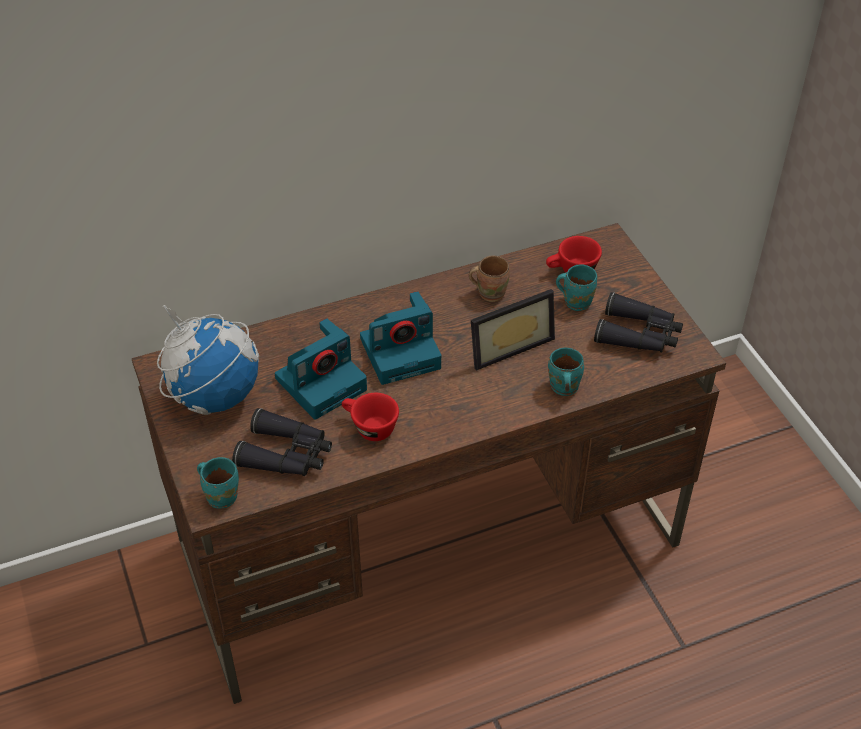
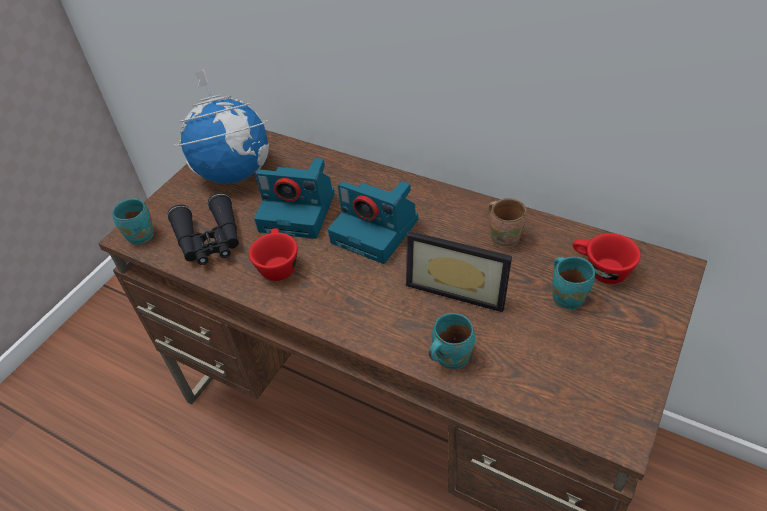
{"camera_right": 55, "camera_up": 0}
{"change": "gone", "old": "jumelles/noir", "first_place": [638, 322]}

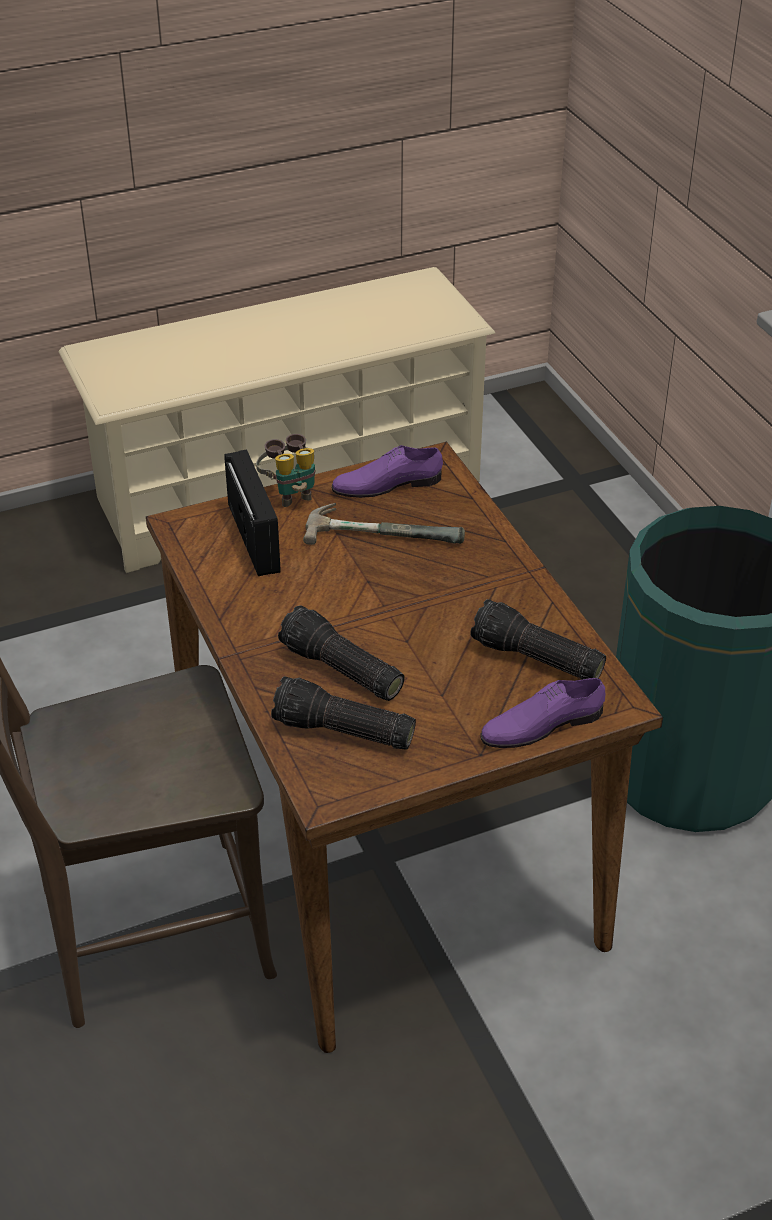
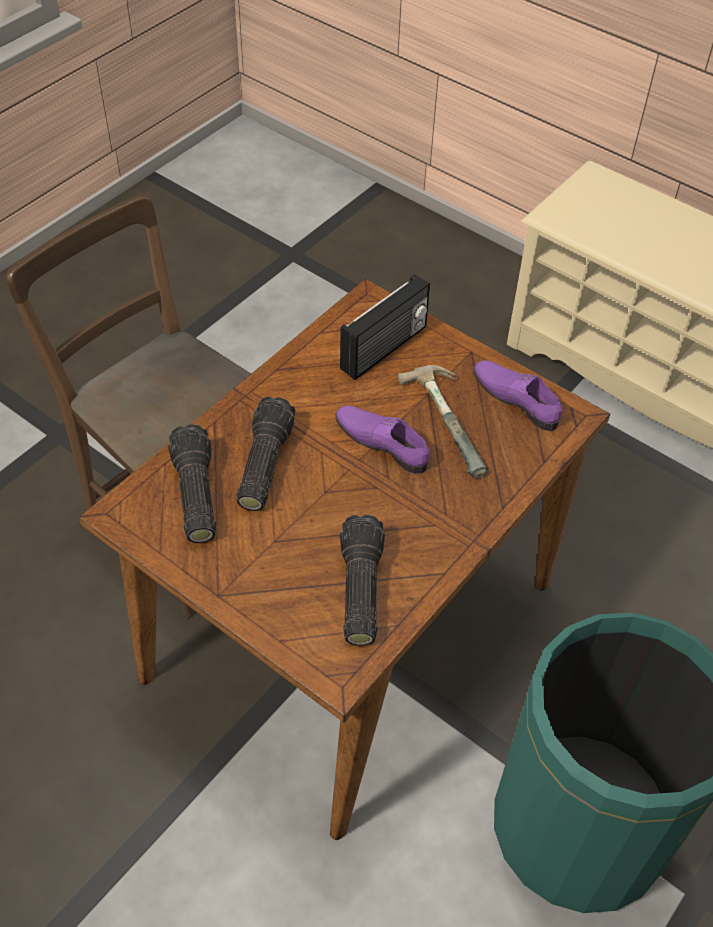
{"camera_right": 60, "camera_up": 10}
{"change": "shifted", "old": "chaussure/violet", "first_place": [542, 713], "second_place": [382, 440]}
{"change": "gone", "old": "jumelles", "first_place": [285, 470]}

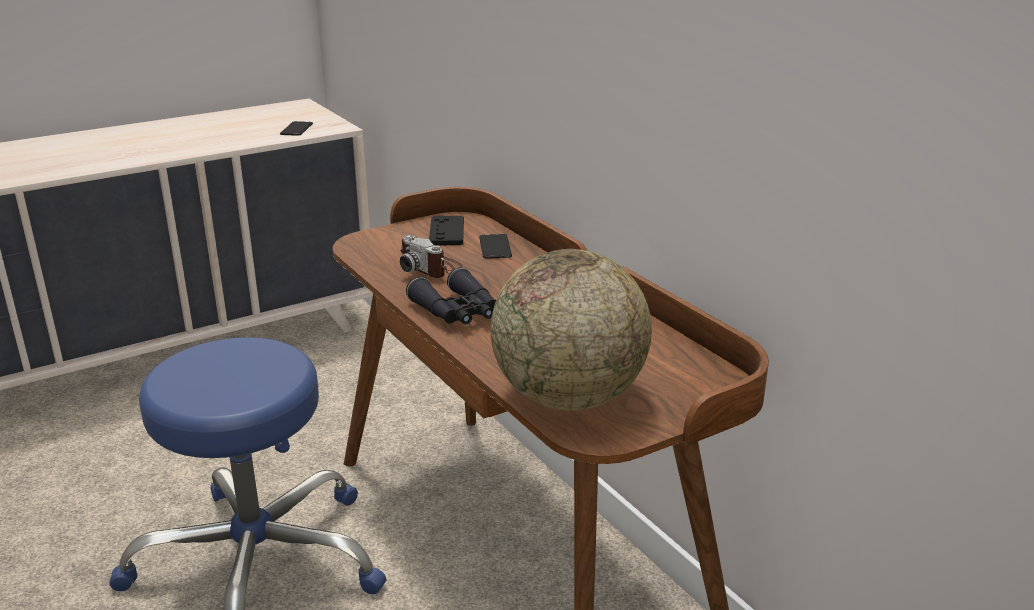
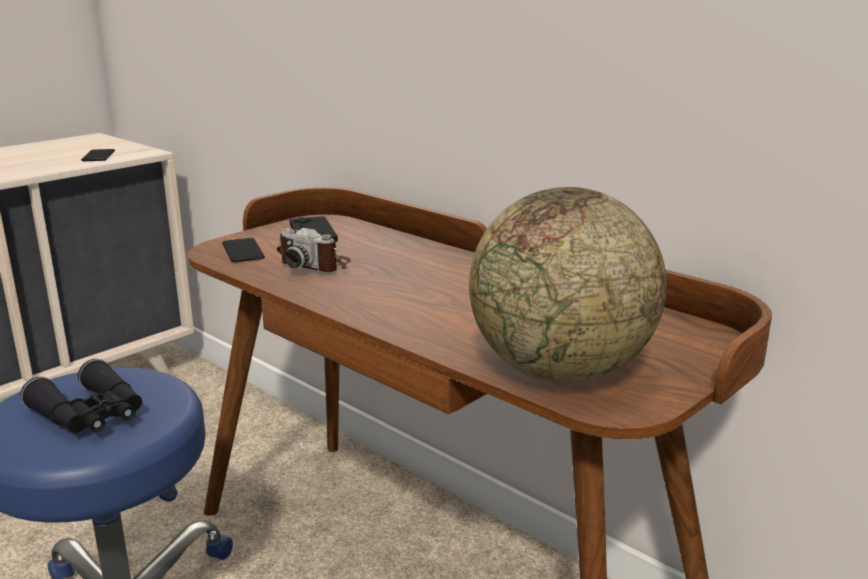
{"camera_right": -15, "camera_up": -5}
{"change": "shifted", "old": "jumelles/noir", "first_place": [451, 296], "second_place": [81, 396]}
{"change": "shifted", "old": "téléphone", "first_place": [495, 246], "second_place": [243, 250]}

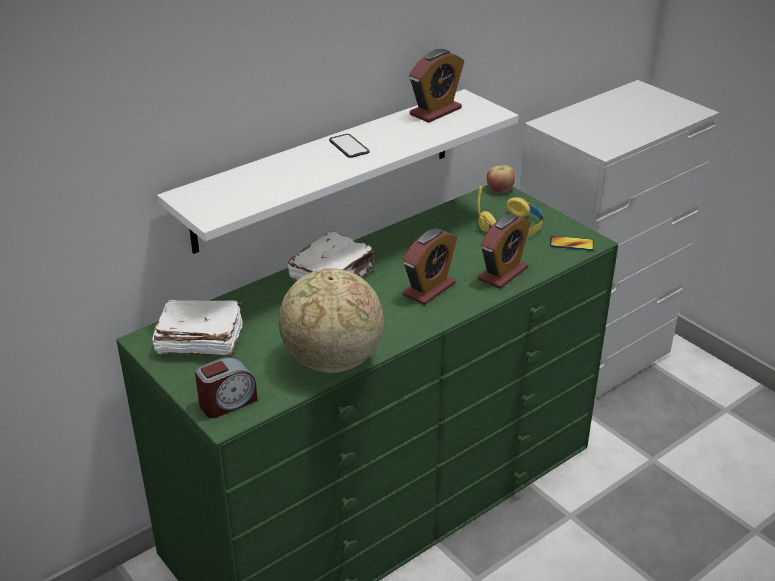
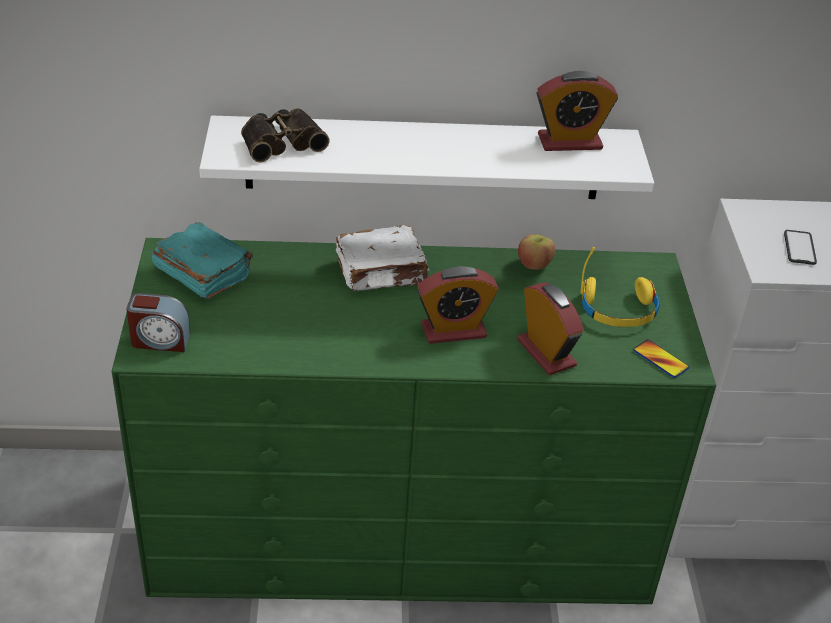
{"camera_right": 35, "camera_up": 5}
{"change": "repainted", "old": "livre/blanc", "new": "livre/turquoise", "first_place": [197, 328], "second_place": [202, 260]}
{"change": "new", "new": "jumelles", "second_place": [285, 135]}
{"change": "rotated", "old": "réveil", "first_place": [504, 251], "second_place": [550, 328], "degrees": -105}
{"change": "shifted", "old": "pomme", "first_place": [501, 179], "second_place": [536, 252]}
{"change": "shifted", "old": "téléphone", "first_place": [349, 146], "second_place": [800, 247]}
{"change": "gone", "old": "globe", "first_place": [331, 320]}

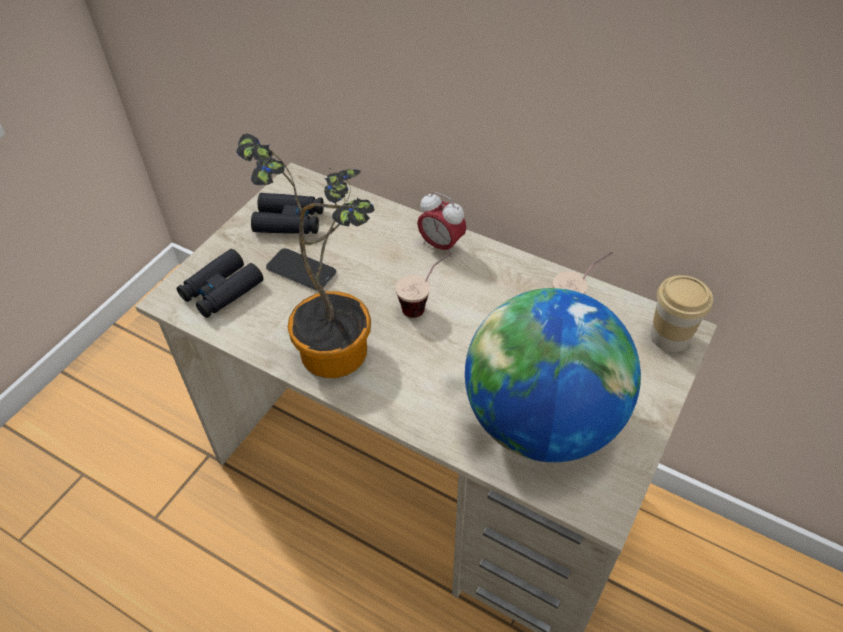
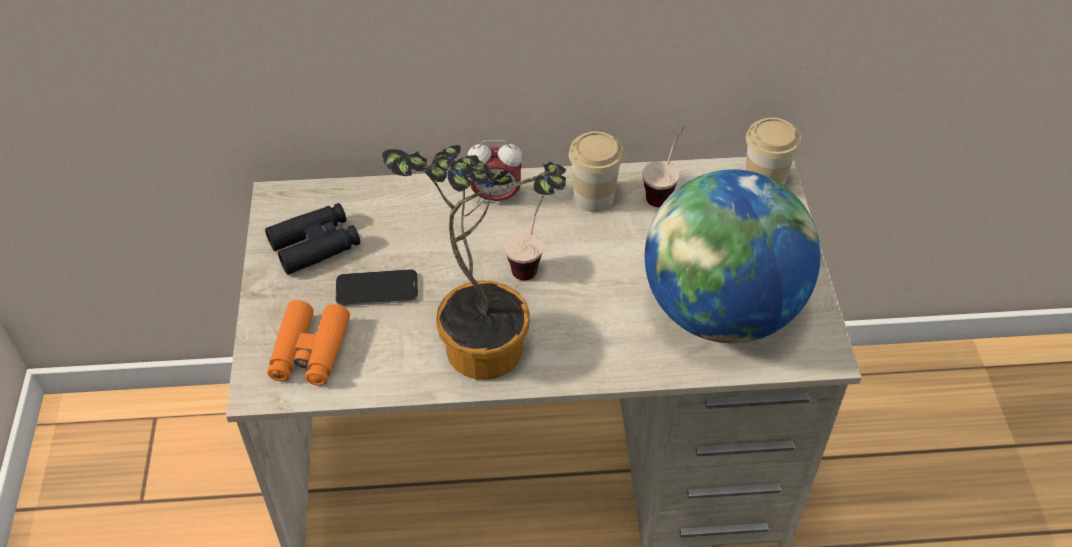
{"camera_right": -35, "camera_up": 0}
{"change": "repainted", "old": "jumelles/noir", "new": "jumelles/orange", "first_place": [220, 283], "second_place": [308, 343]}
{"change": "new", "new": "tasse", "second_place": [596, 171]}

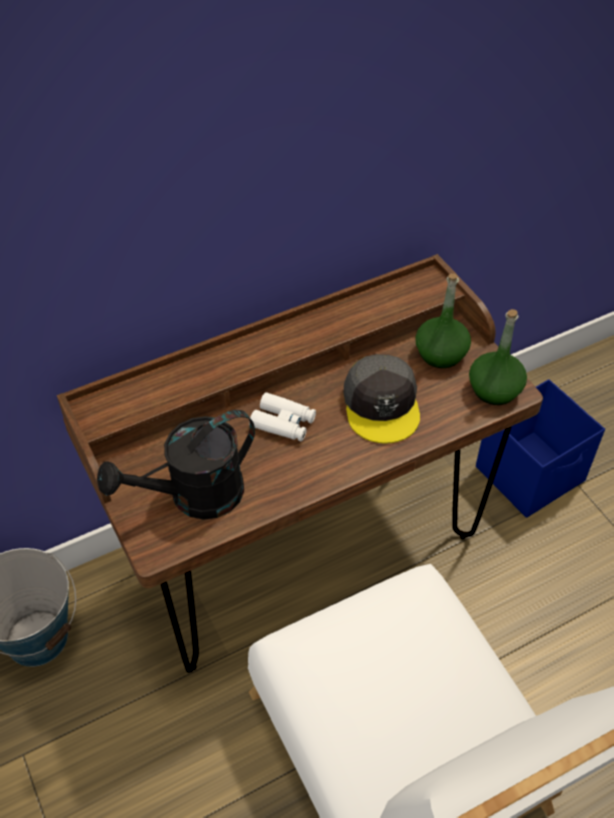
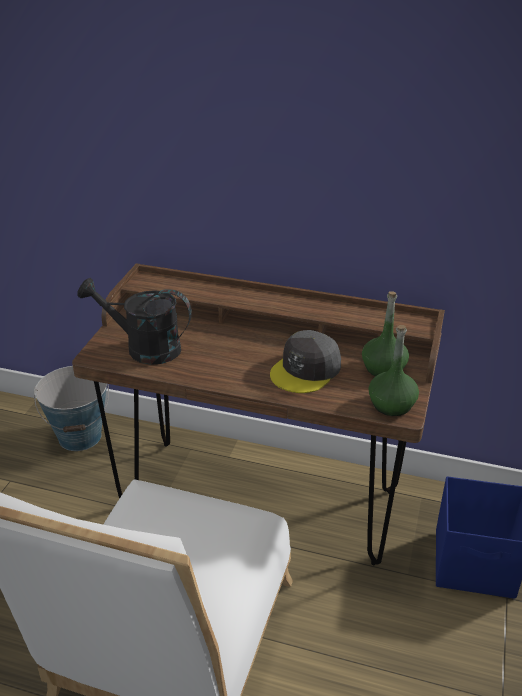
{"camera_right": 45, "camera_up": -15}
{"change": "gone", "old": "jumelles/blanc", "first_place": [282, 416]}

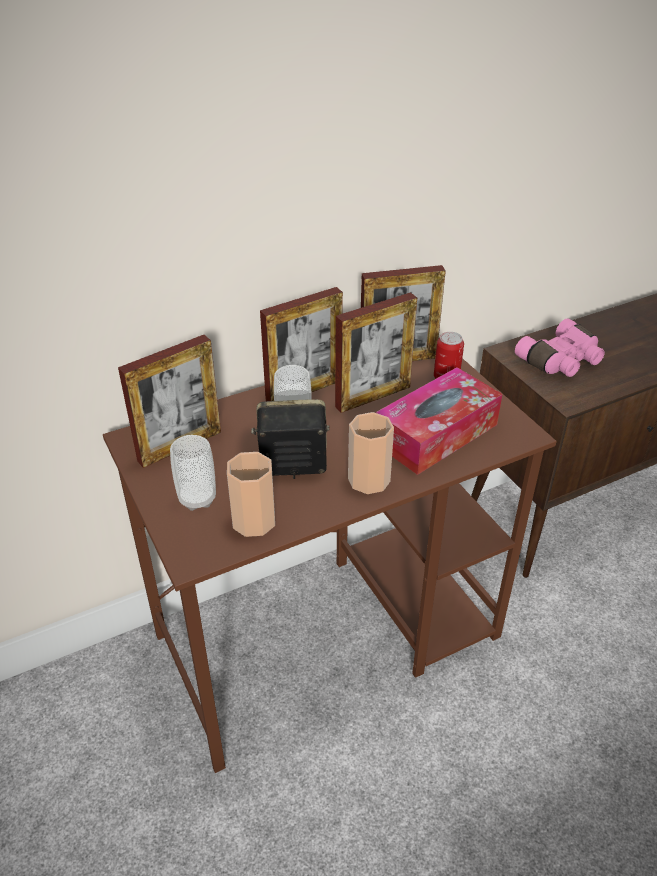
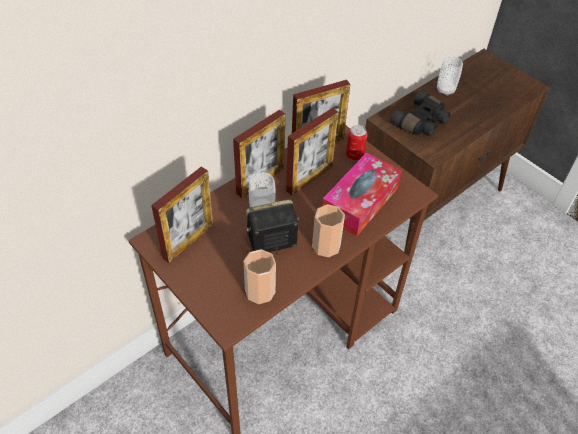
{"camera_right": -15, "camera_up": 10}
{"change": "repainted", "old": "jumelles/rose", "new": "jumelles/noir", "first_place": [560, 347], "second_place": [420, 113]}
{"change": "shifted", "old": "tasse", "first_place": [193, 473], "second_place": [450, 76]}

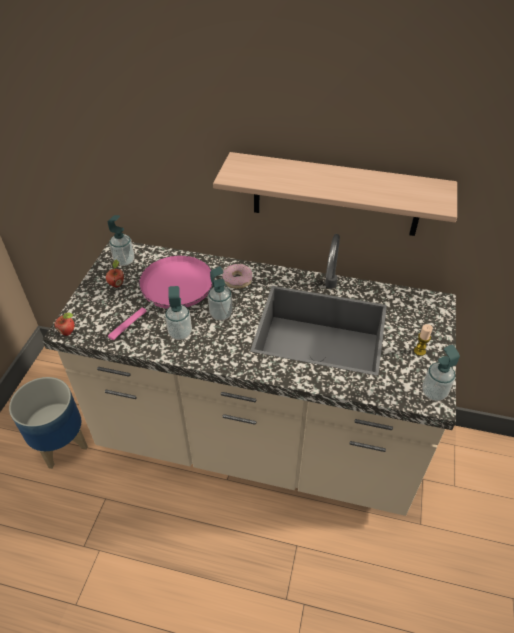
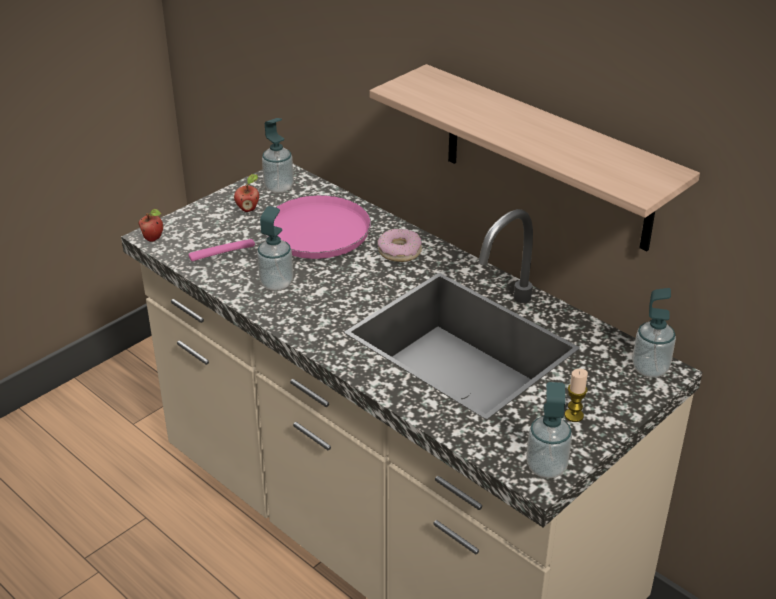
{"camera_right": 30, "camera_up": -10}
{"change": "shifted", "old": "distributeur de savon", "first_place": [220, 293], "second_place": [654, 333]}
{"change": "gone", "old": "cache-pot", "first_place": [48, 423]}

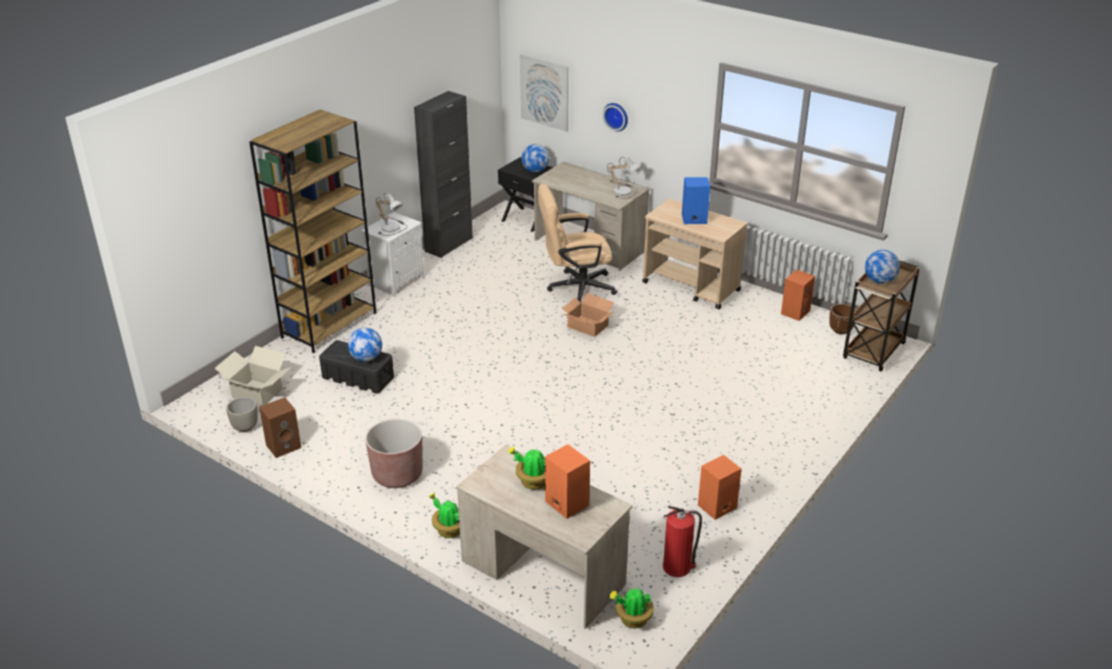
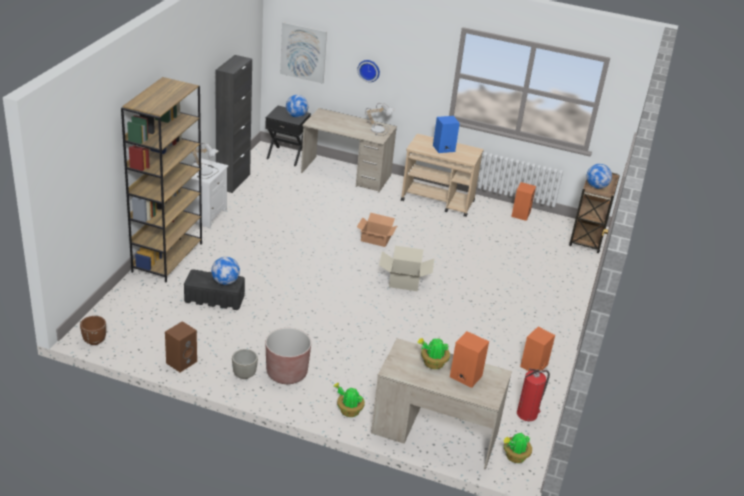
{"camera_right": -20, "camera_up": 0}
{"change": "shifted", "old": "cache-pot/marron", "first_place": [842, 319], "second_place": [93, 330]}
{"change": "shifted", "old": "cache-pot/gris", "first_place": [242, 414], "second_place": [245, 364]}
{"change": "shifted", "old": "carton", "first_place": [252, 376], "second_place": [406, 268]}
{"change": "gone", "old": "chaise de bureau/beige", "first_place": [577, 243]}

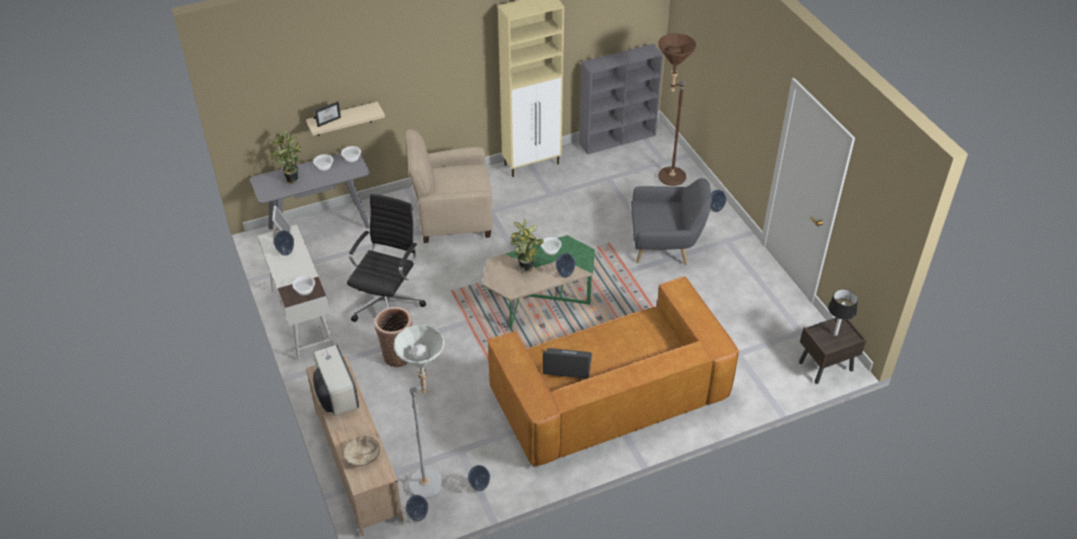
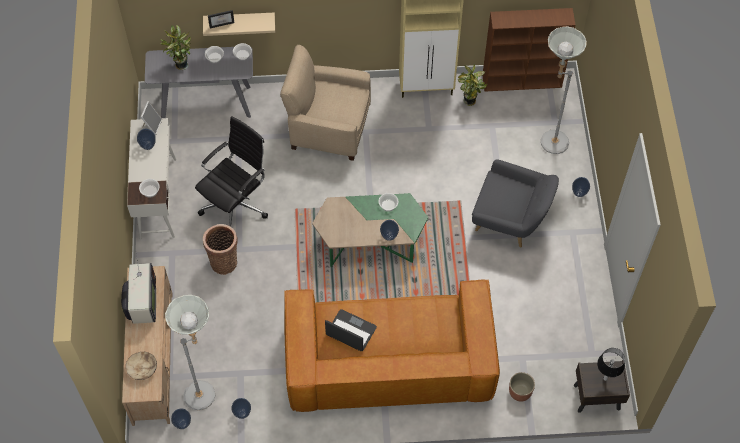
{"camera_right": 20, "camera_up": 15}
{"change": "shifted", "old": "plante en pot", "first_place": [527, 246], "second_place": [472, 85]}
{"change": "repainted", "old": "bibliothèque/gris", "new": "bibliothèque/marron", "first_place": [621, 99], "second_place": [529, 50]}
{"change": "new", "new": "cache-pot", "second_place": [522, 387]}
{"change": "repainted", "old": "lampadaire/marron", "new": "lampadaire/gris", "first_place": [677, 109], "second_place": [564, 90]}

